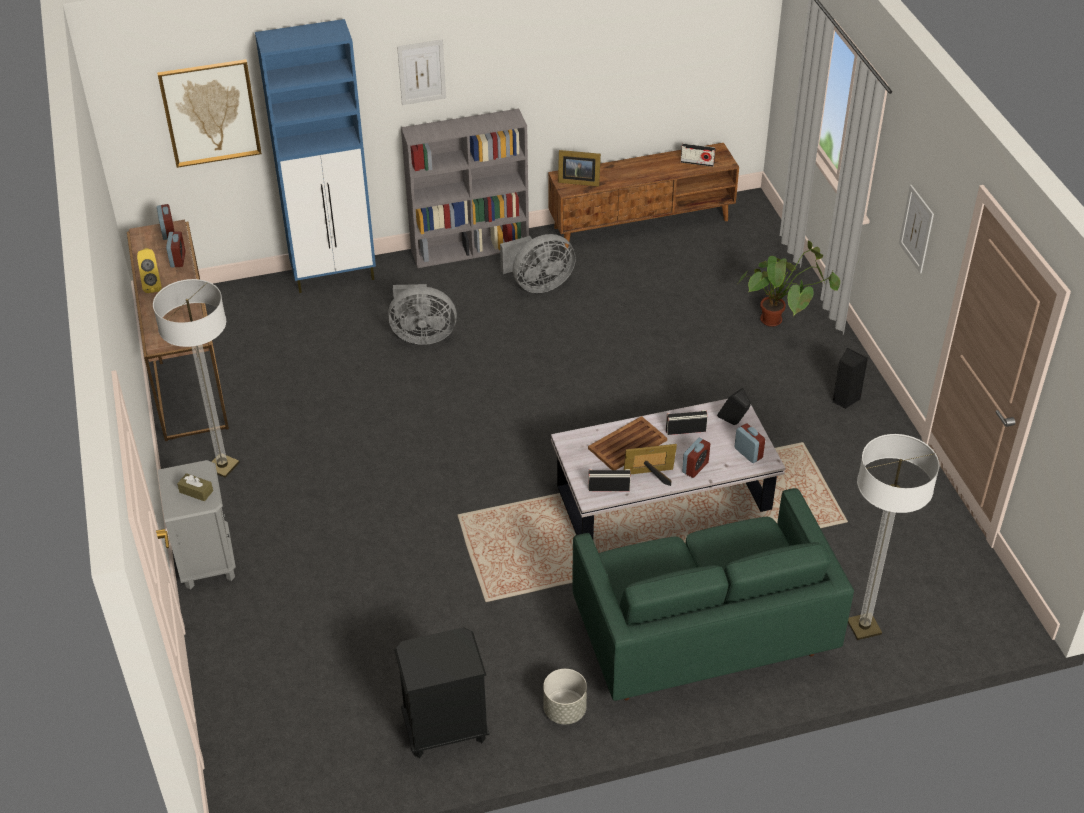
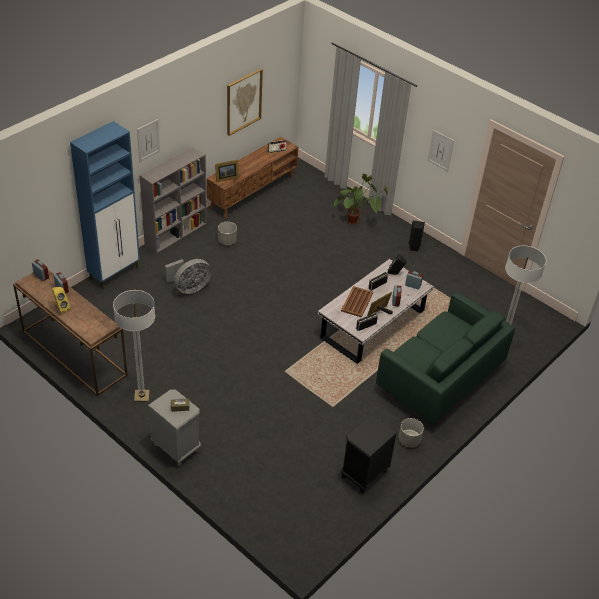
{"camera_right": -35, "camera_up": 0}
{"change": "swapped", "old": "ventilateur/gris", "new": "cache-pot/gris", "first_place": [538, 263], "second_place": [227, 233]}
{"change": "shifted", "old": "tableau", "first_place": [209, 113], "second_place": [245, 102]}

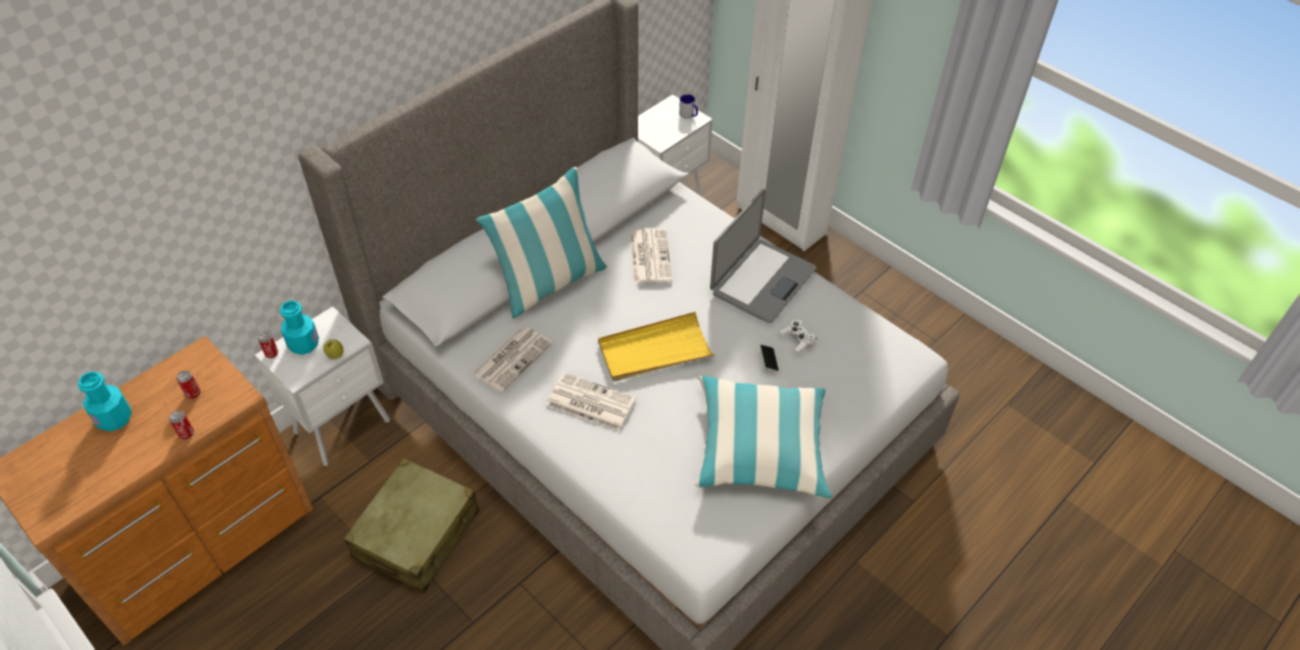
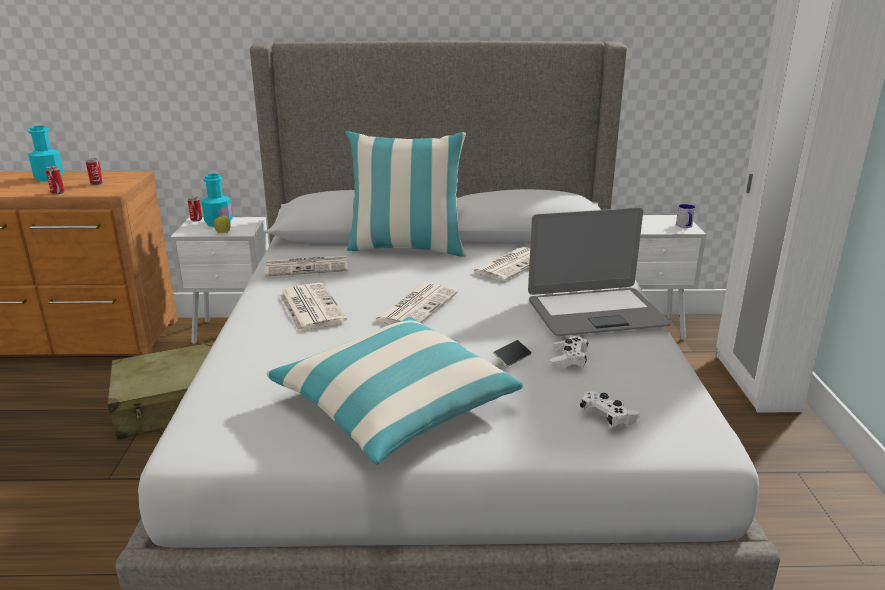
{"camera_right": 45, "camera_up": -25}
{"change": "swapped", "old": "plateau/jaune", "new": "journal", "first_place": [656, 346], "second_place": [416, 303]}
{"change": "new", "new": "manette/blanc", "second_place": [610, 410]}

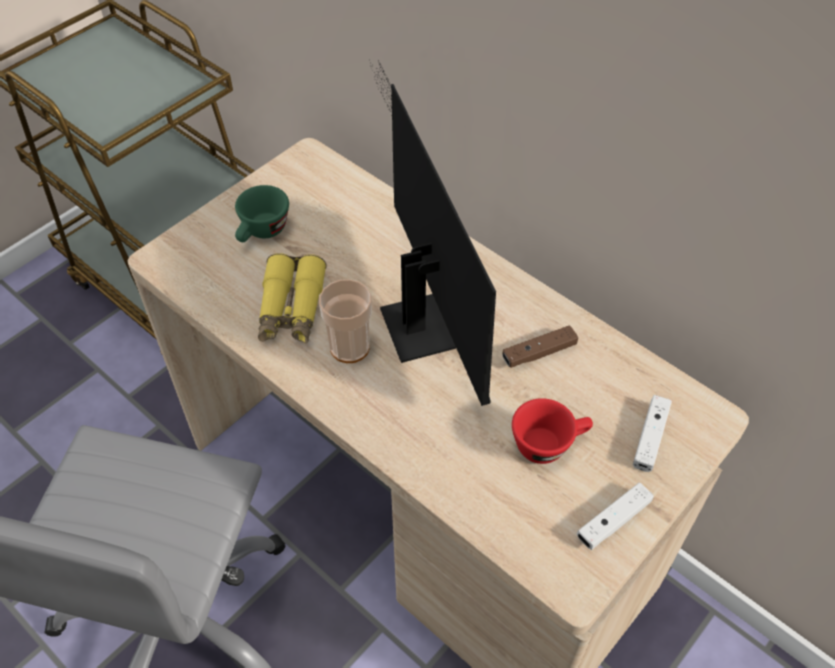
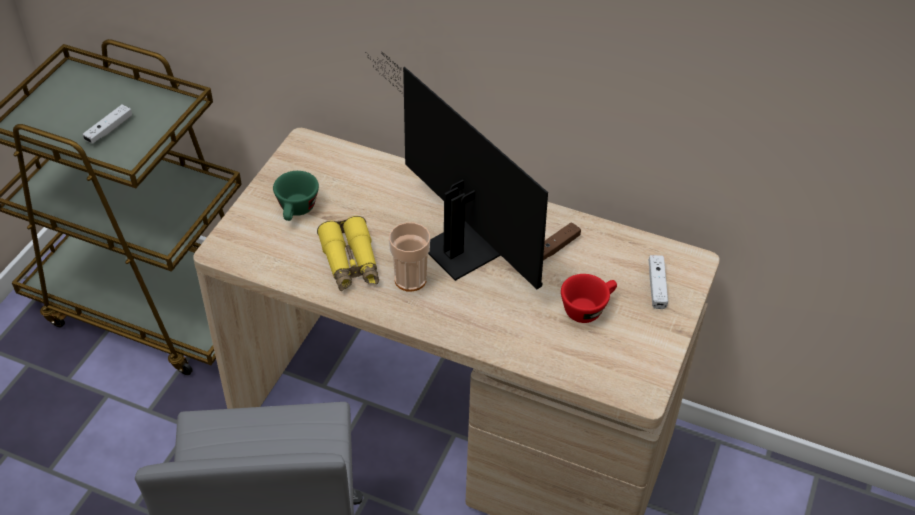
{"camera_right": -20, "camera_up": -5}
{"change": "shifted", "old": "manette/blanc", "first_place": [615, 516], "second_place": [107, 124]}

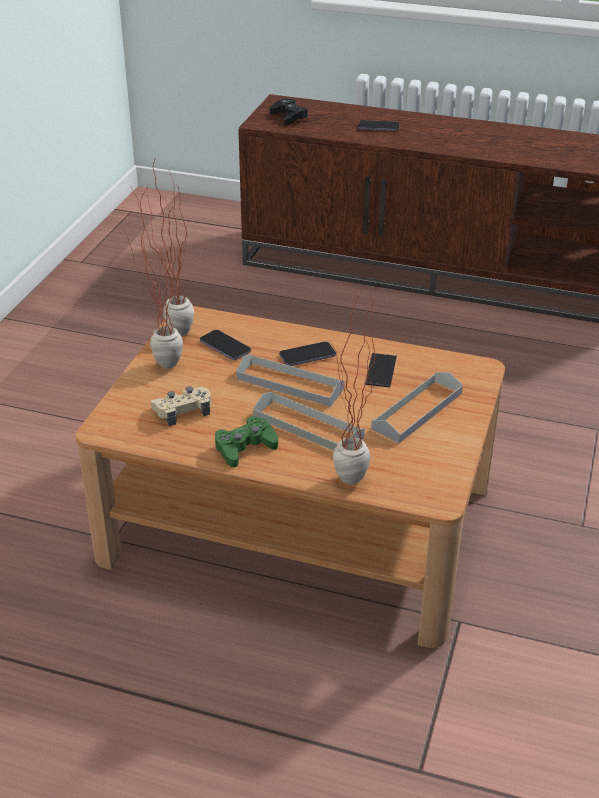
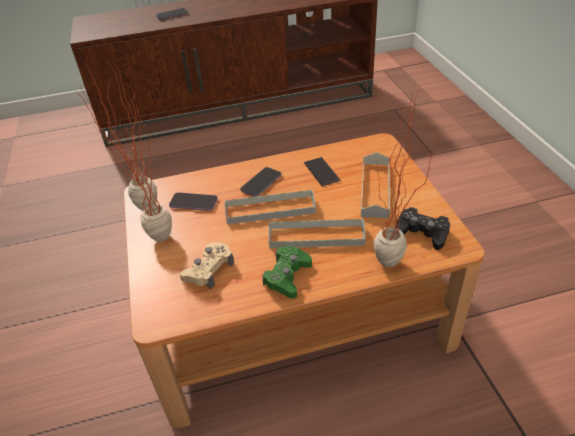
{"camera_right": -30, "camera_up": 5}
{"change": "shifted", "old": "manette/noir", "first_place": [289, 112], "second_place": [422, 228]}

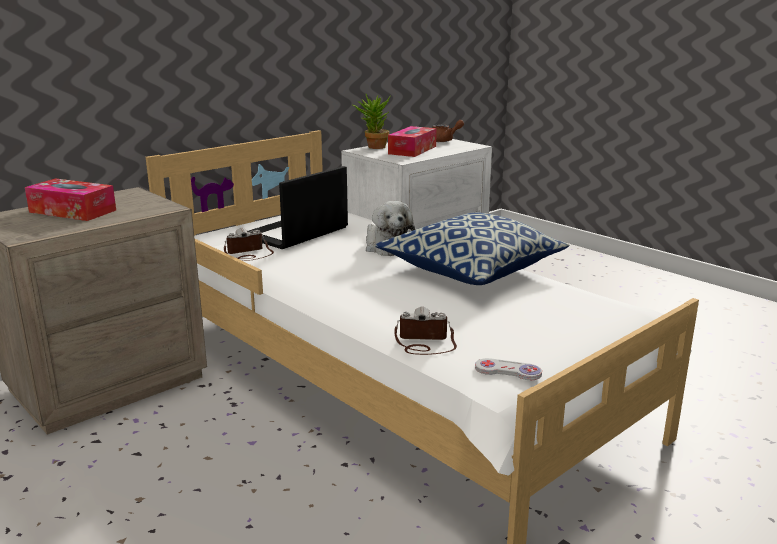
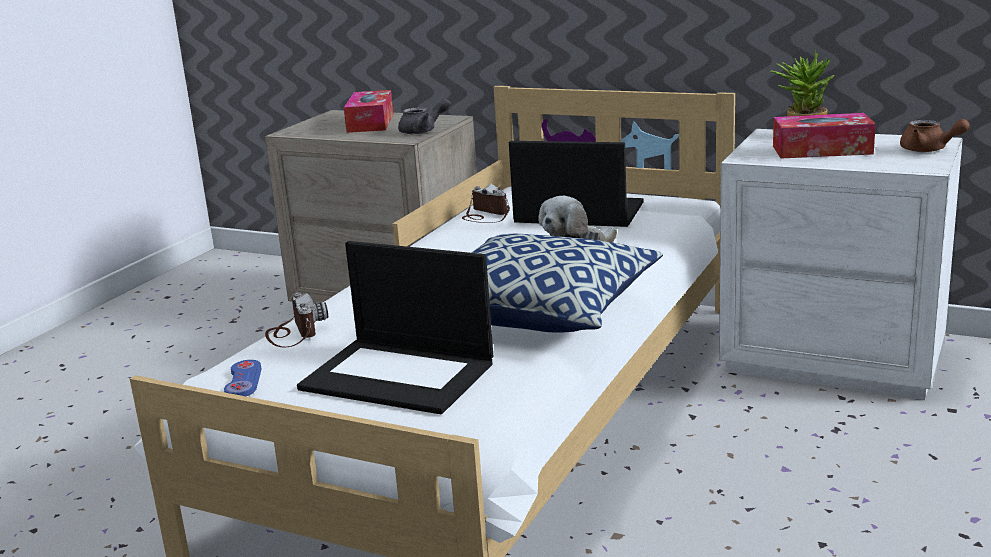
{"camera_right": 70, "camera_up": 0}
{"change": "repainted", "old": "manette/blanc", "new": "manette/bleu", "first_place": [508, 369], "second_place": [243, 378]}
{"change": "new", "new": "ordinateur portable", "second_place": [395, 327]}
{"change": "new", "new": "théière/gris", "second_place": [424, 116]}

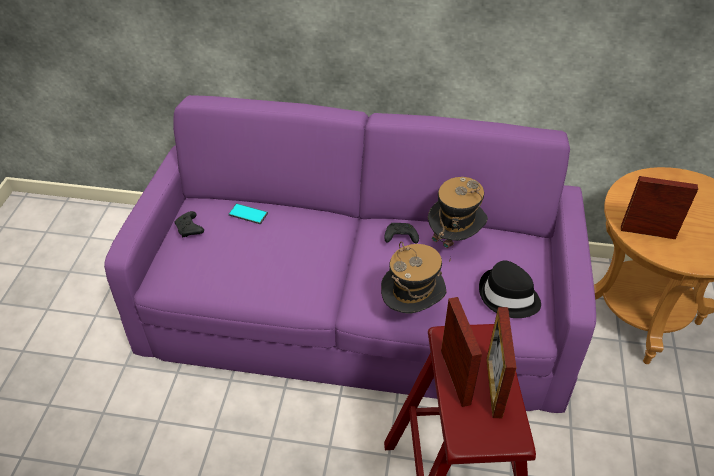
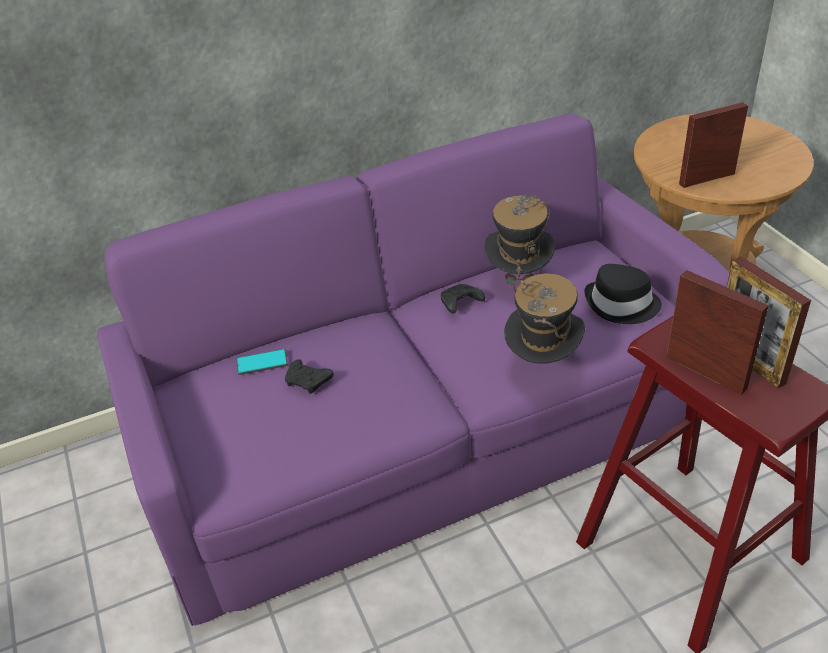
{"camera_right": -30, "camera_up": -5}
{"change": "shifted", "old": "manette/noir", "first_place": [189, 224], "second_place": [309, 376]}

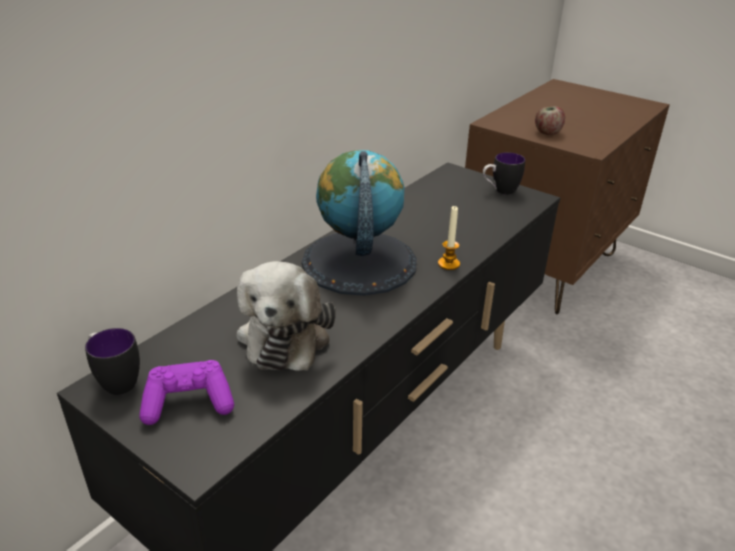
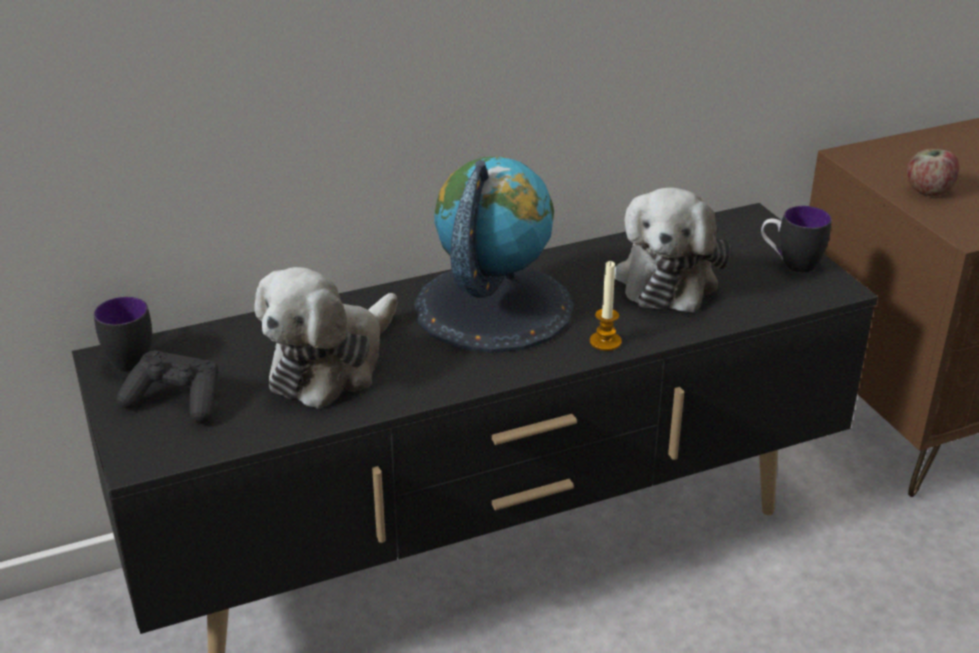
{"camera_right": 30, "camera_up": 0}
{"change": "repainted", "old": "manette/violet", "new": "manette/noir", "first_place": [186, 392], "second_place": [167, 387]}
{"change": "new", "new": "peluche", "second_place": [672, 250]}

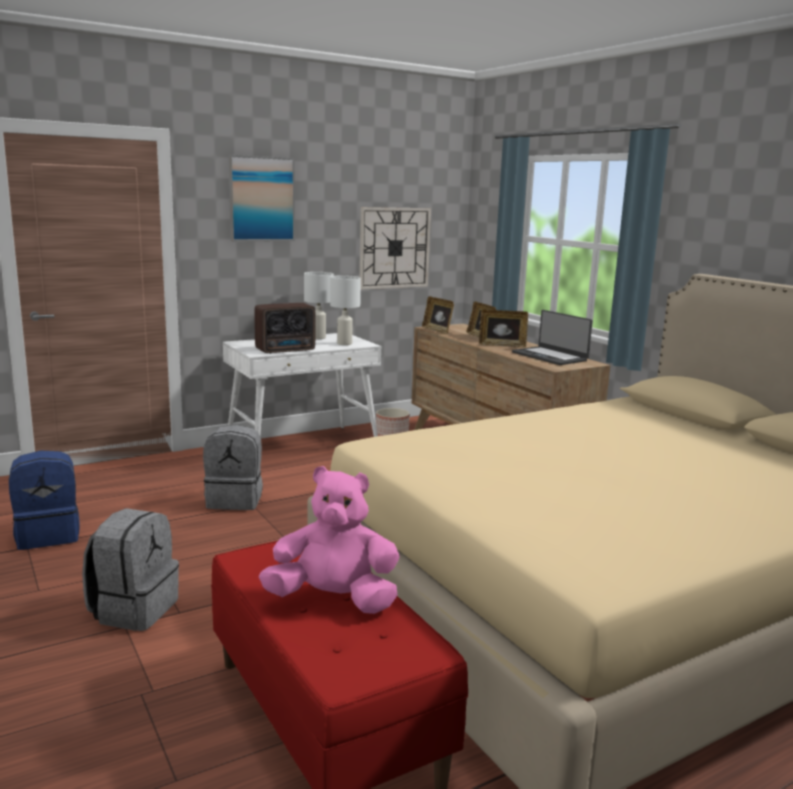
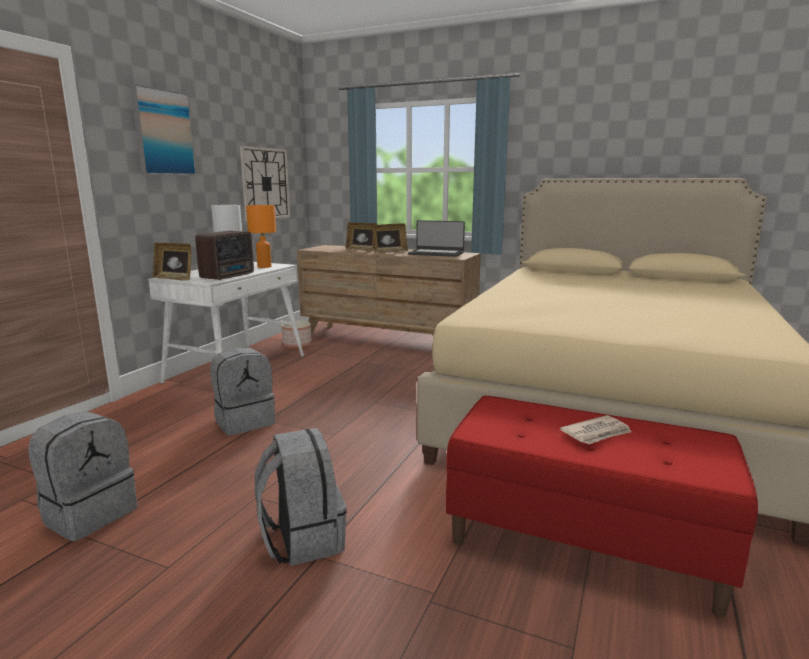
{"camera_right": -35, "camera_up": 0}
{"change": "repainted", "old": "sac à dos/bleu", "new": "sac à dos/gris", "first_place": [44, 500], "second_place": [82, 476]}
{"change": "shifted", "old": "cadre photo", "first_place": [438, 315], "second_place": [172, 262]}
{"change": "repainted", "old": "lampe de table/blanc", "new": "lampe de table/orange", "first_place": [345, 310], "second_place": [261, 236]}
{"change": "swapped", "old": "peluche/rose", "new": "journal", "first_place": [329, 540], "second_place": [595, 430]}

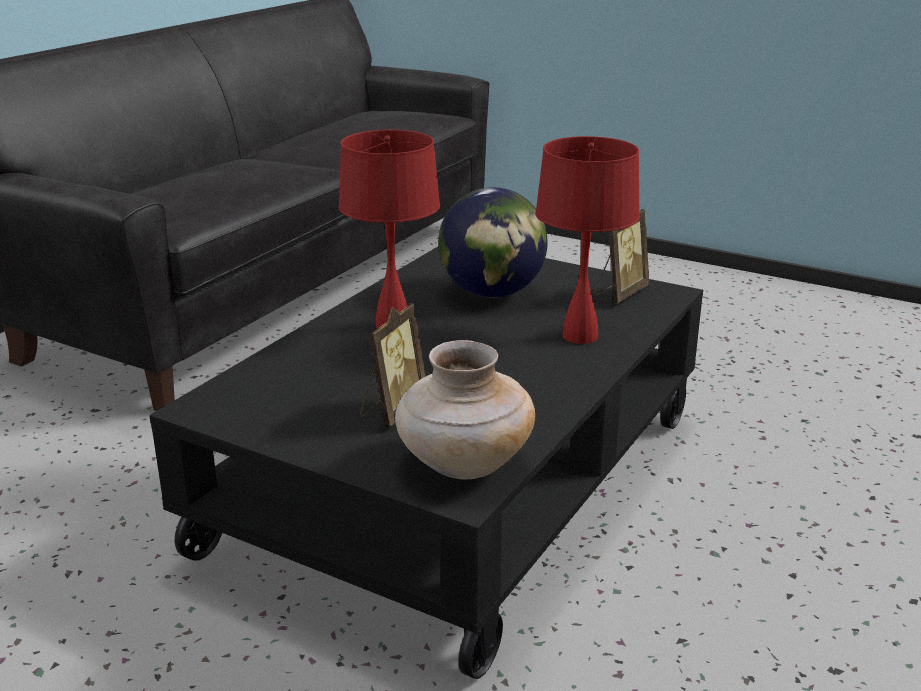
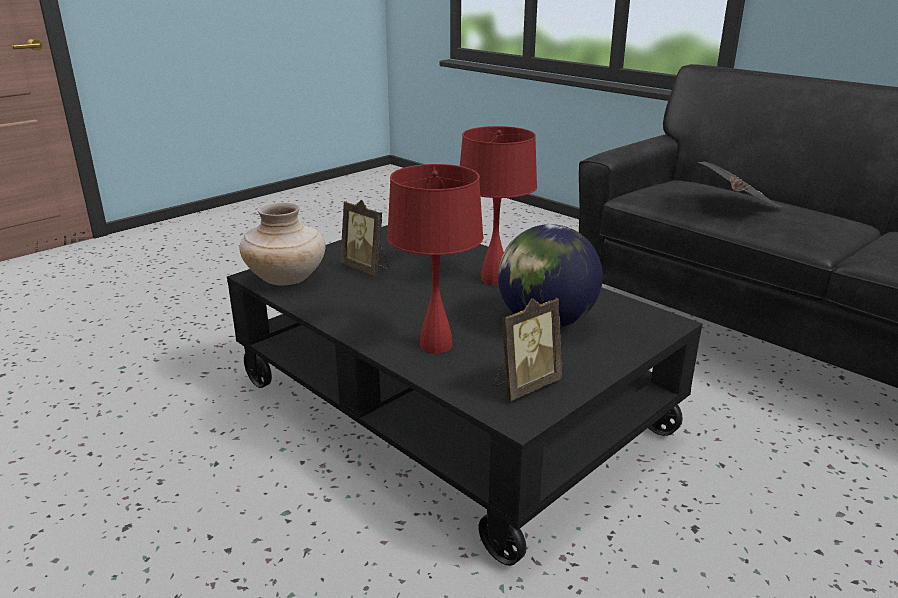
{"camera_right": 105, "camera_up": 0}
{"change": "rotated", "old": "cadre photo", "first_place": [621, 256], "second_place": [528, 349], "degrees": -90}
{"change": "new", "new": "journal", "second_place": [740, 184]}

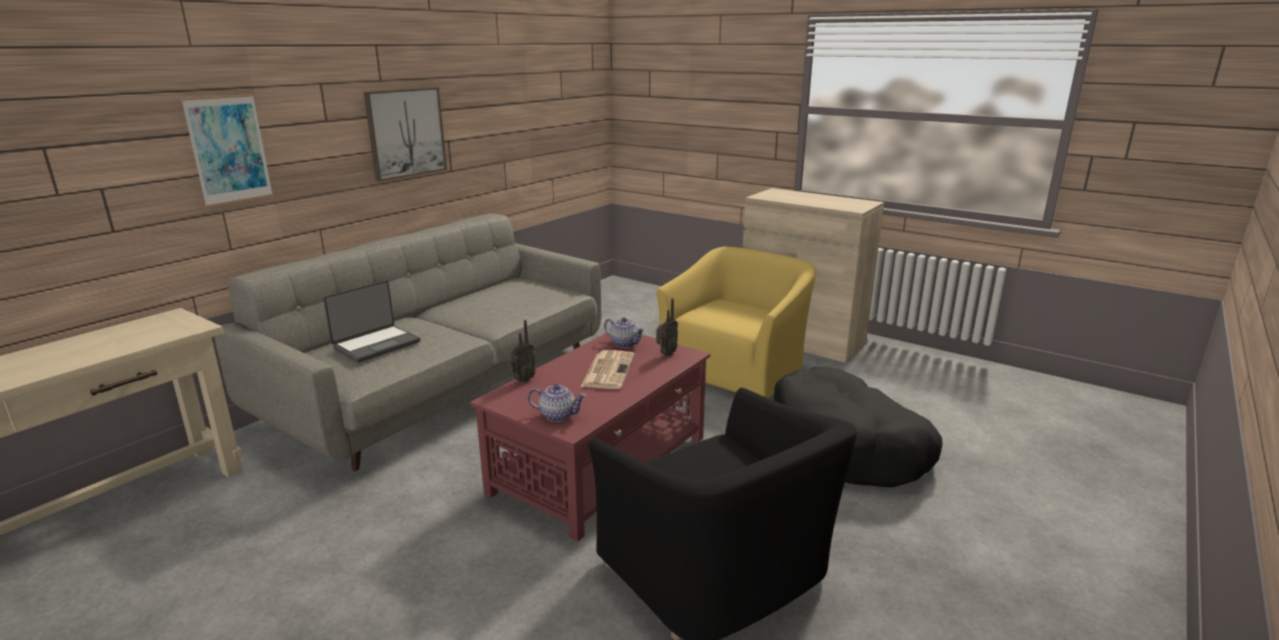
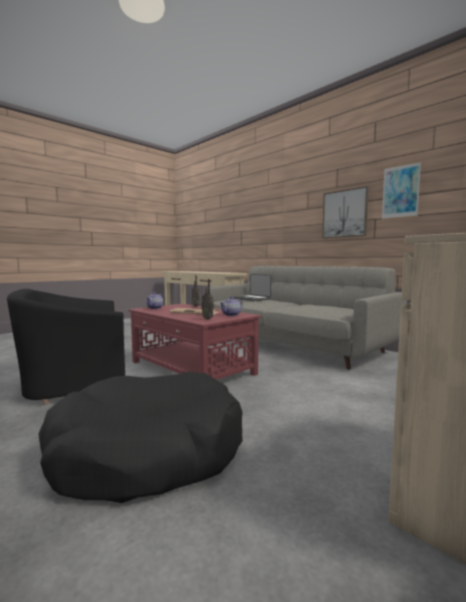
{"camera_right": 100, "camera_up": -15}
{"change": "shifted", "old": "tableau", "first_place": [227, 150], "second_place": [401, 190]}
{"change": "gone", "old": "fauteuil/jaune", "first_place": [736, 322]}

